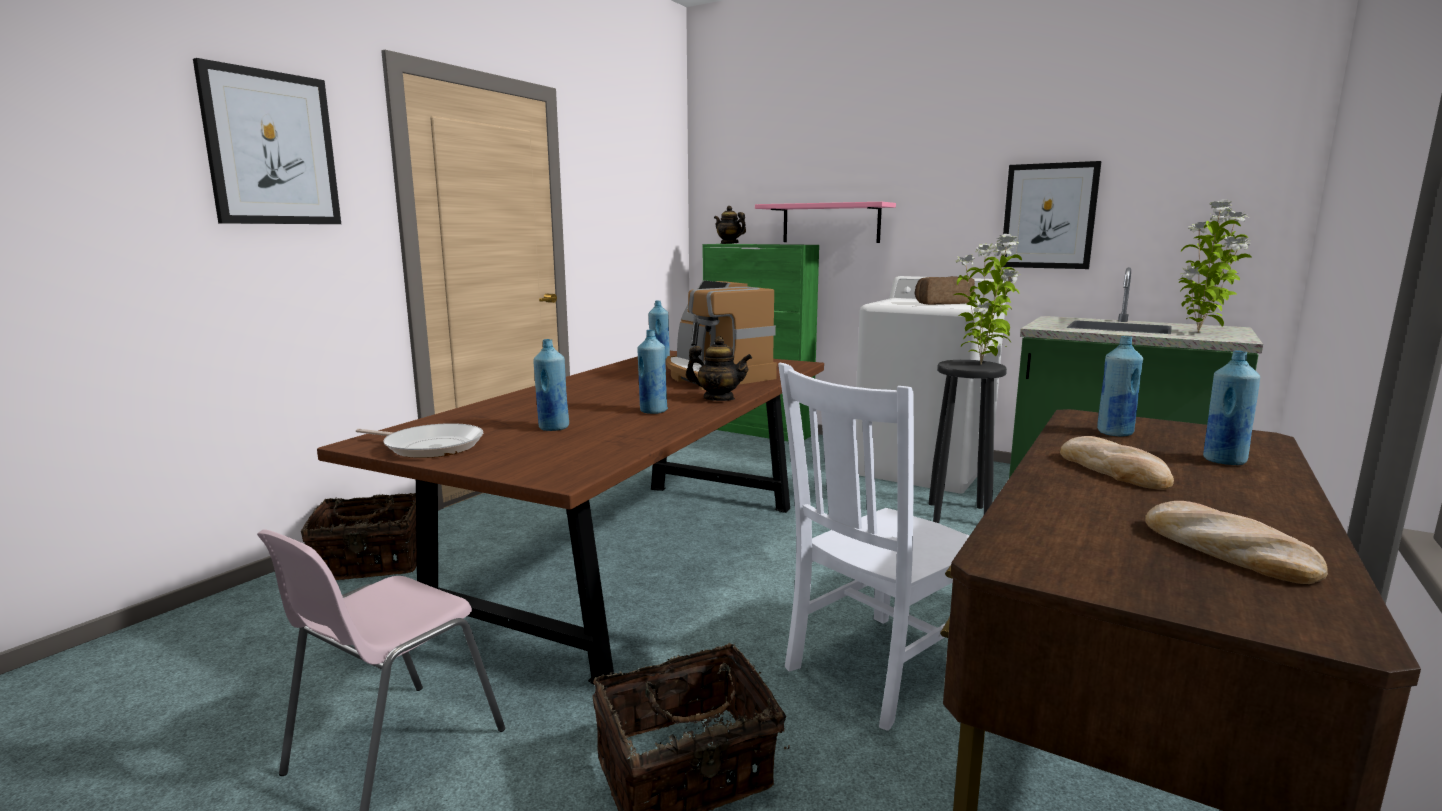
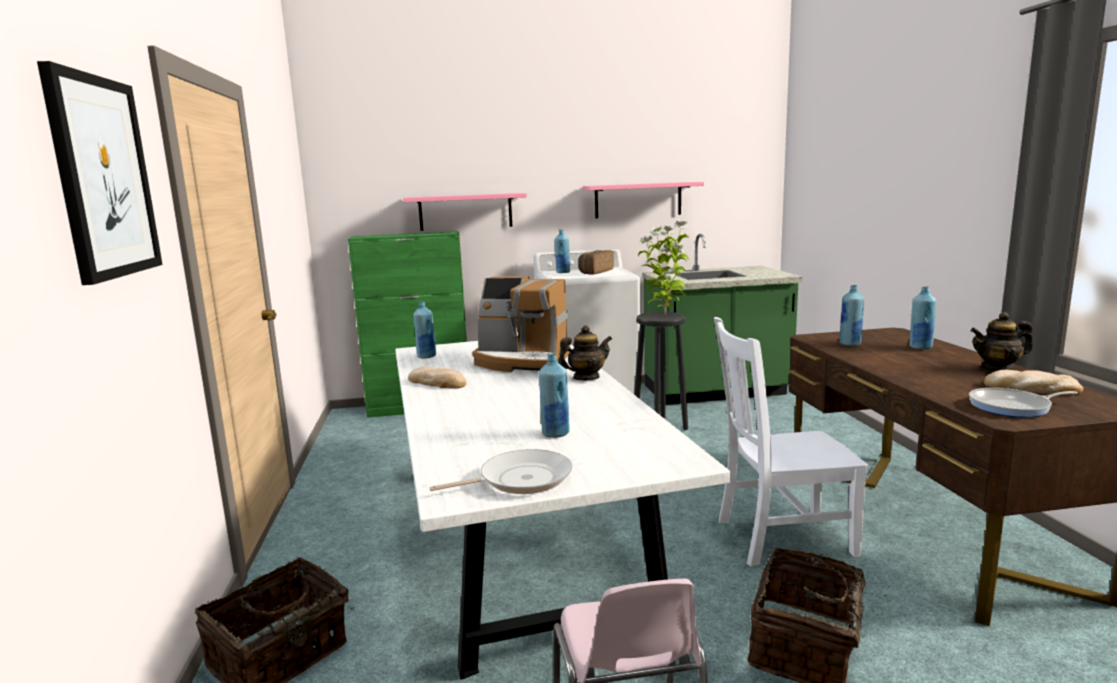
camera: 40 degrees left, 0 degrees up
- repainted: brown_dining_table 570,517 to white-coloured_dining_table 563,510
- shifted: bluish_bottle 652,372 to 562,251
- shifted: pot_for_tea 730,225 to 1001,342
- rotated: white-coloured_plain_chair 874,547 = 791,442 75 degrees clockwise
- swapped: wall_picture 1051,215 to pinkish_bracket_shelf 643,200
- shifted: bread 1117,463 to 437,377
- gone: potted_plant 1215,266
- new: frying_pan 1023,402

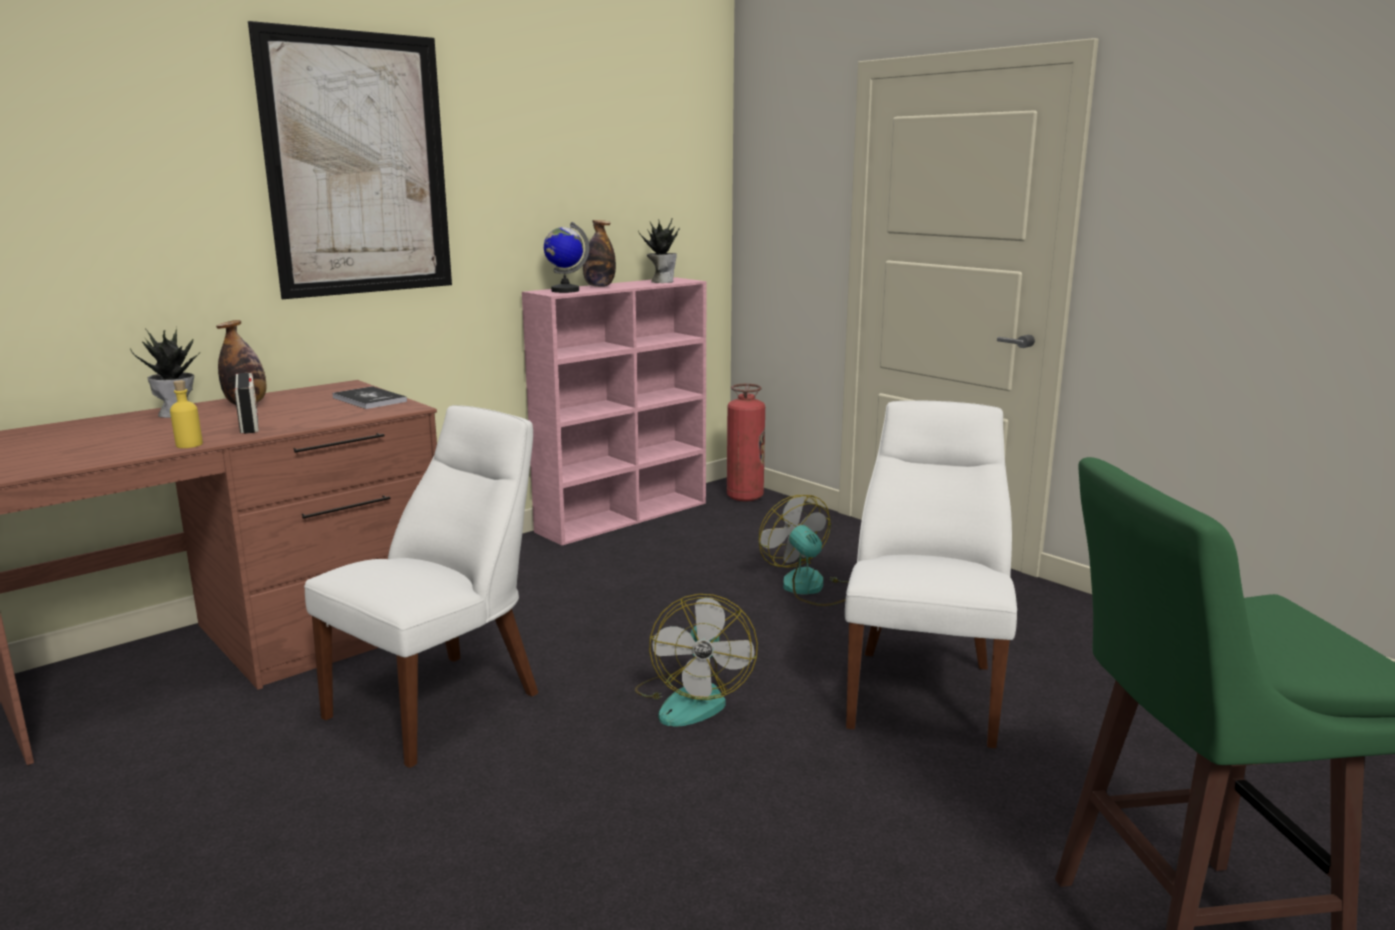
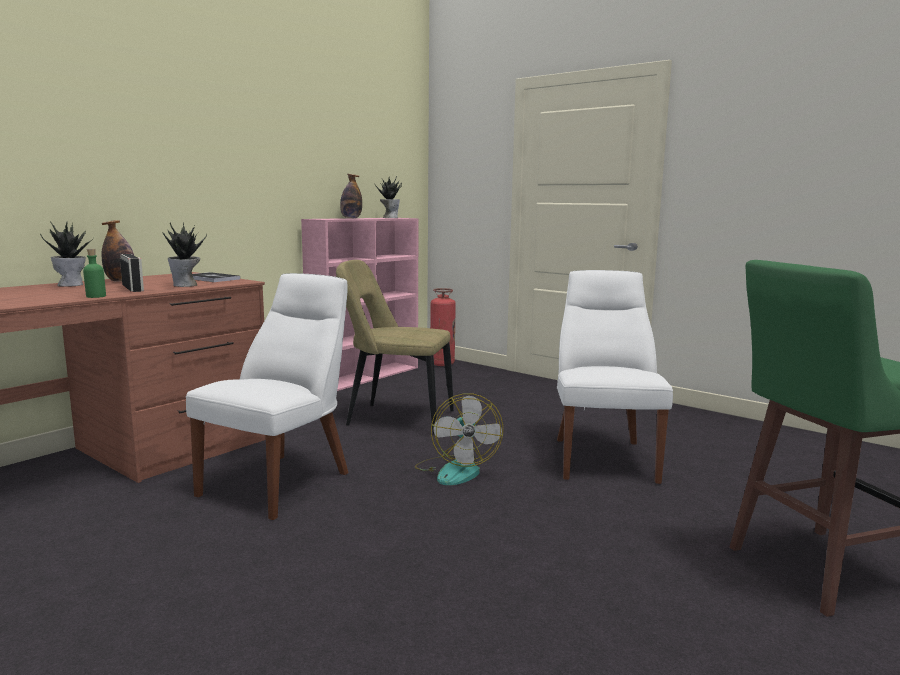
camera: 10 degrees left, 5 degrees down
- repainted: yellowish_bottle 186,414 to green_bottle 94,273
- gone: wall_picture 350,160
- gone: world_globe 566,257
- gone: cooling_fan 804,550
- new: potted_plant 185,255
- new: beige-coloured_plain_chair 395,347

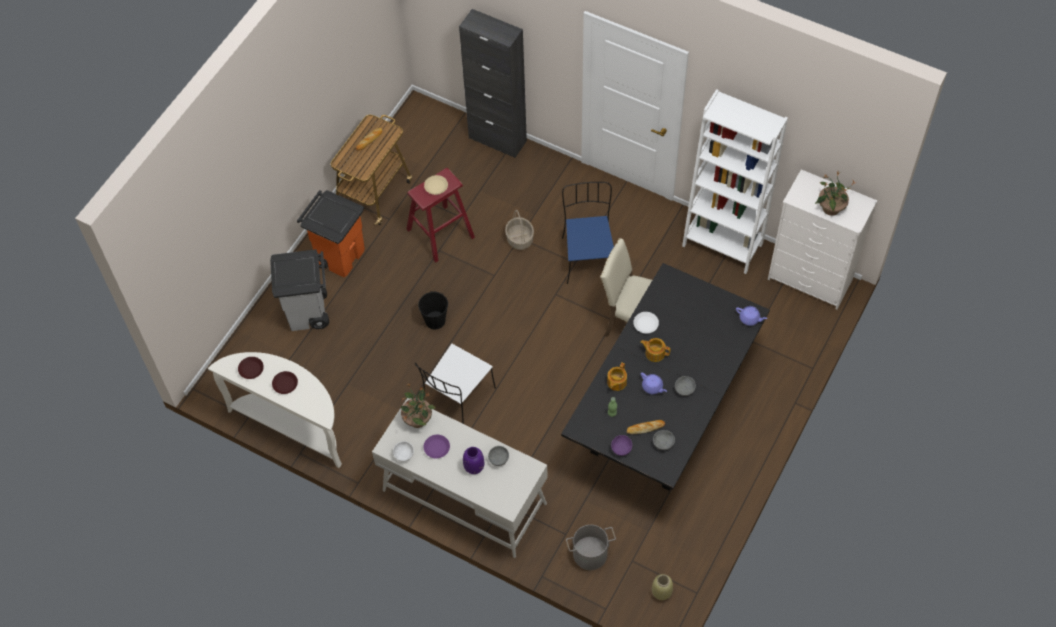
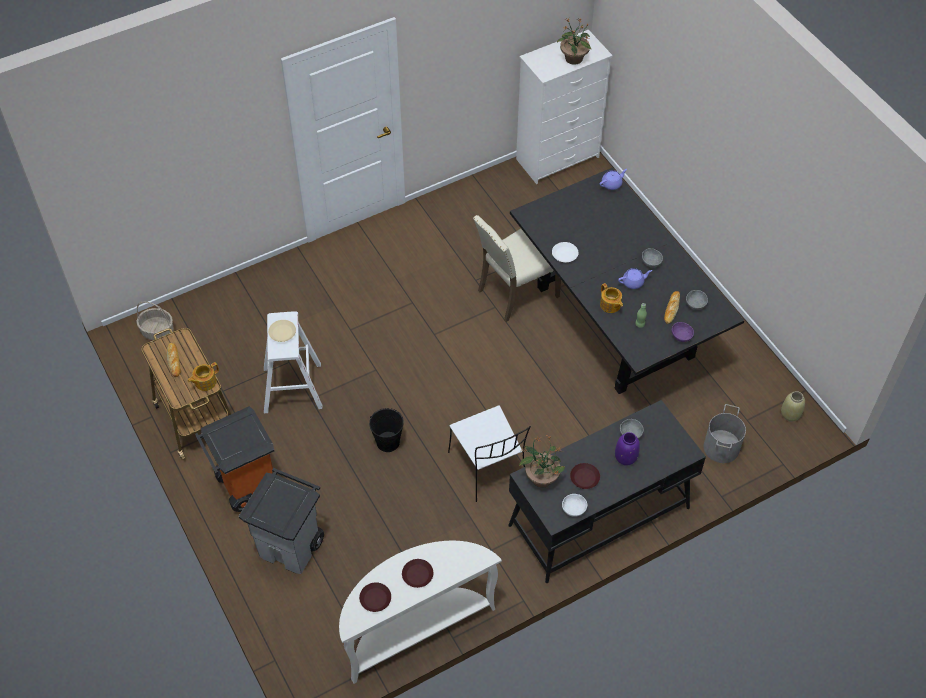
camera: 60 degrees left, 5 degrees down
- repainted: white-coloured_desk_table 460,478 to black_desk_table 607,491
- repainted: red_stool_seat 440,215 to white-coloured_stool_seat 293,362
- repainted: purplish_plate 437,446 to brown_plate 585,476
- gone: black_cupboard 493,83
- shifted: storage_basket 519,229 to 155,321
- gone: bluish_plain_chair 588,233
- shifted: pot_for_tea 655,350 to 203,376
- gone: white-coloured_bookshelf 735,181

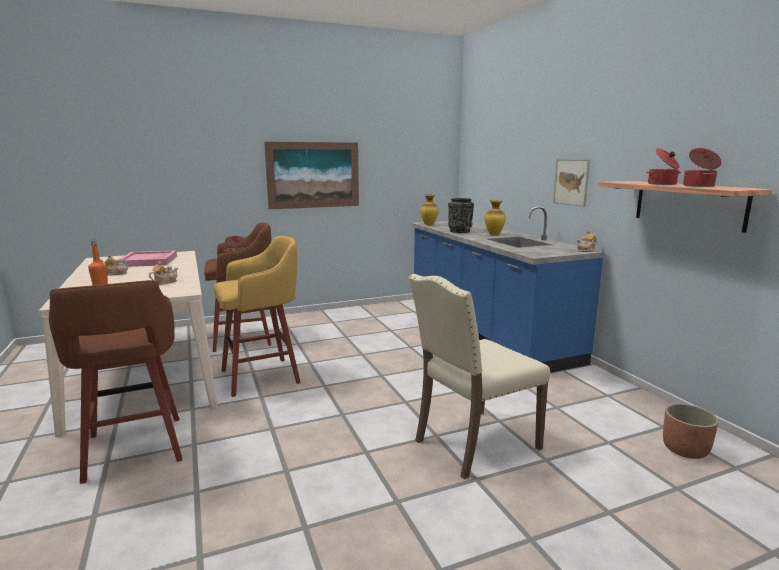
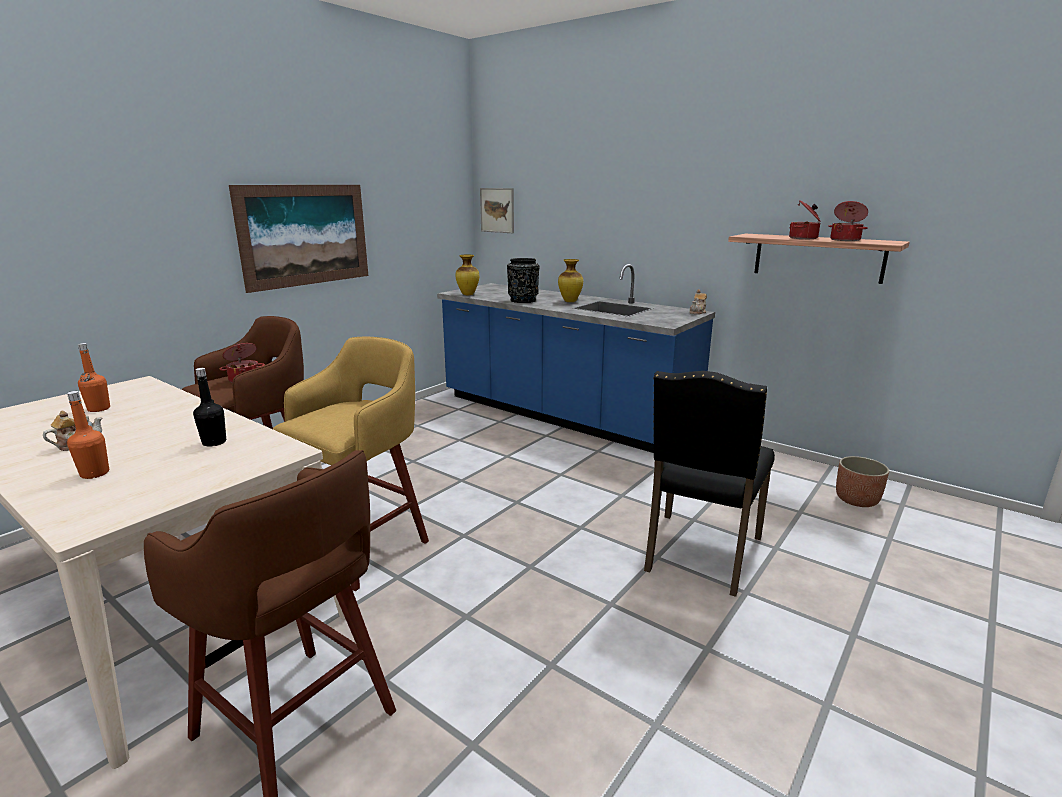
camera: 30 degrees left, 5 degrees up
- swapped: pinkish_tray 146,259 to orangey_bottle 94,377
- swapped: pot_for_tea 163,273 to black_bottle 209,407
- repainted: beige-coloured_plain_chair 479,376 to black_plain_chair 709,484
- shifted: wall_picture 571,183 to 497,210

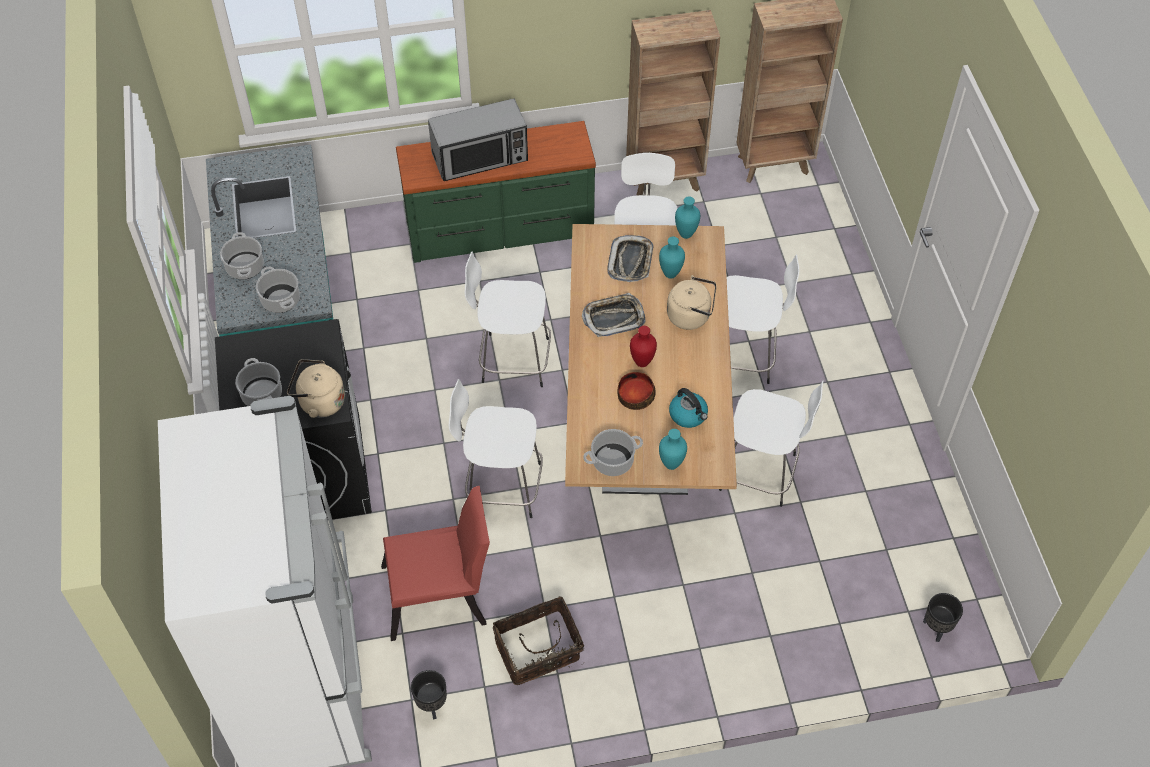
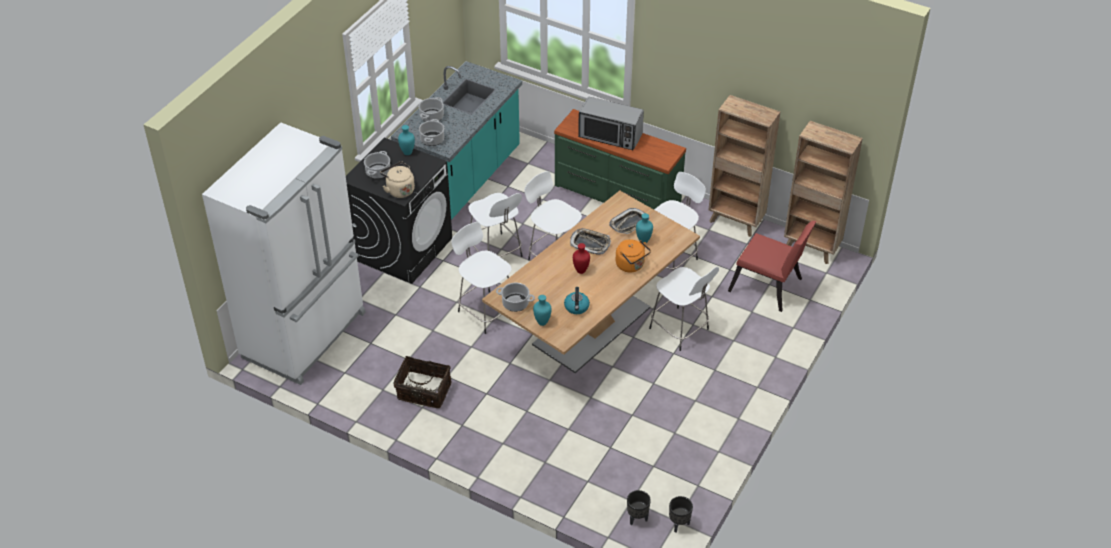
camera: 40 degrees right, 10 degrees down
- shifted: red_plain_chair 435,563 to 772,266
- shifted: black_plant_pot 429,695 to 681,514
- gone: bowl 636,391
- repainted: beige-coloured_water_kettle 692,302 to orangey_water_kettle 633,256
- shifted: turquoise-coloured_vase 687,217 to 406,140
- shifted: white-coloured_stool_seat 771,443 to 495,225

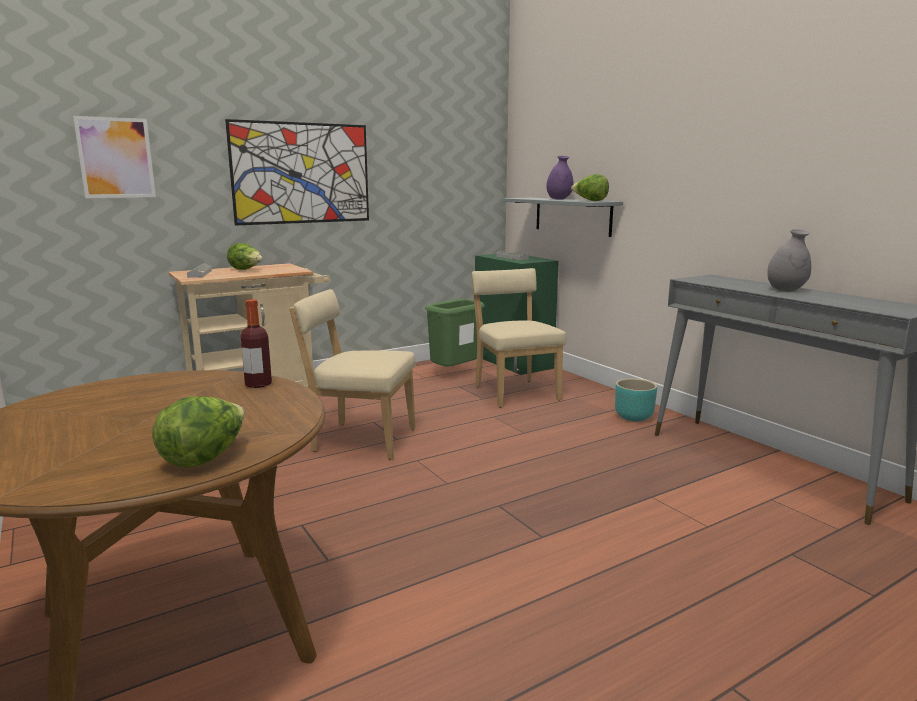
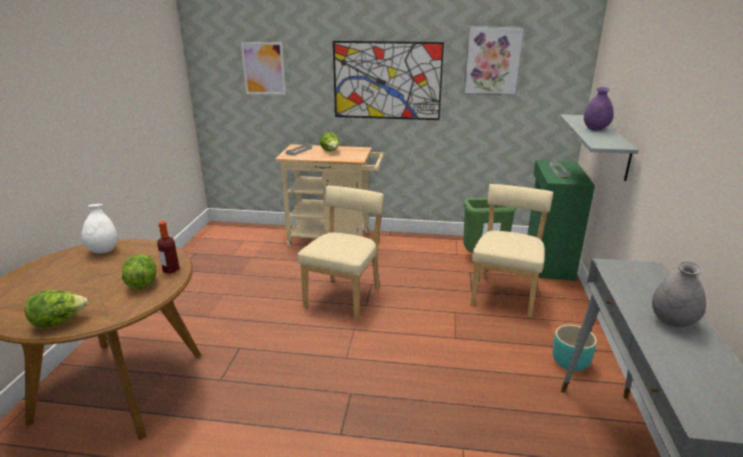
camera: 40 degrees right, 10 degrees up
- rotated: beige-coloured_plain_chair 352,374 = 341,253 60 degrees clockwise
- shifted: head_of_lettuce 590,187 to 139,272
- new: white-coloured_vase 99,228
- new: wall_picture 494,61

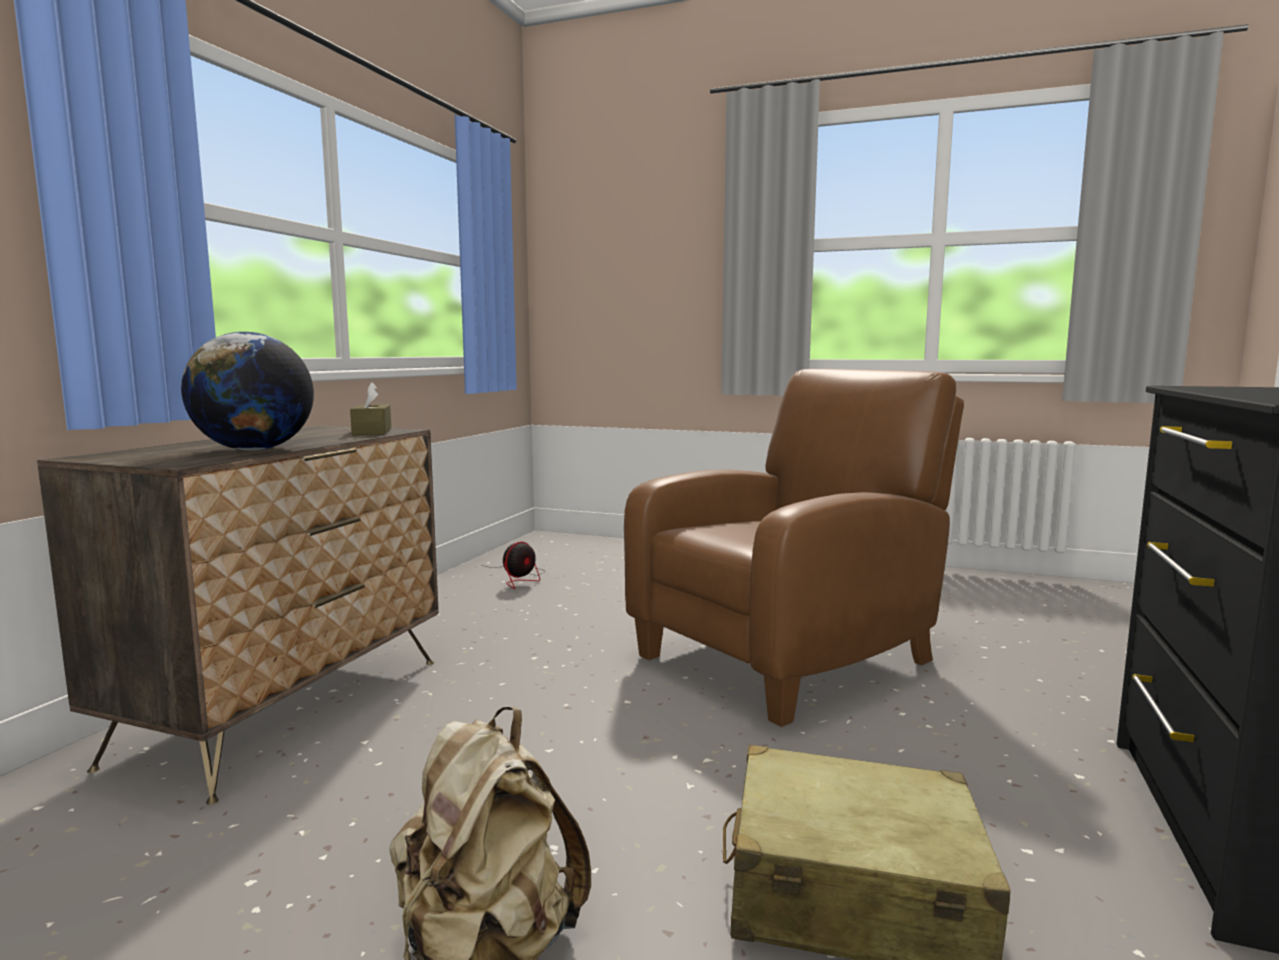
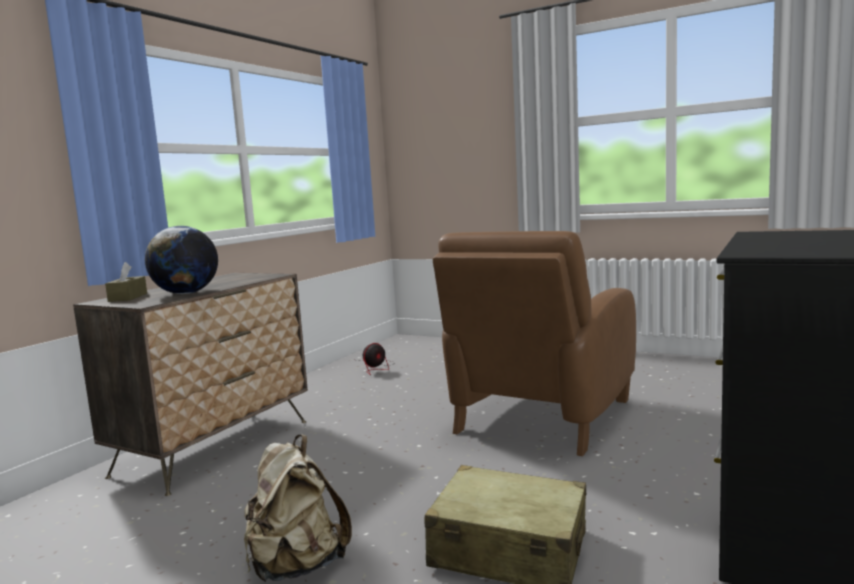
camera: 10 degrees right, 0 degrees up
- shifted: brown_tissue_box 370,408 to 126,282
- rotated: brown_armchair 794,548 = 534,343 150 degrees clockwise

